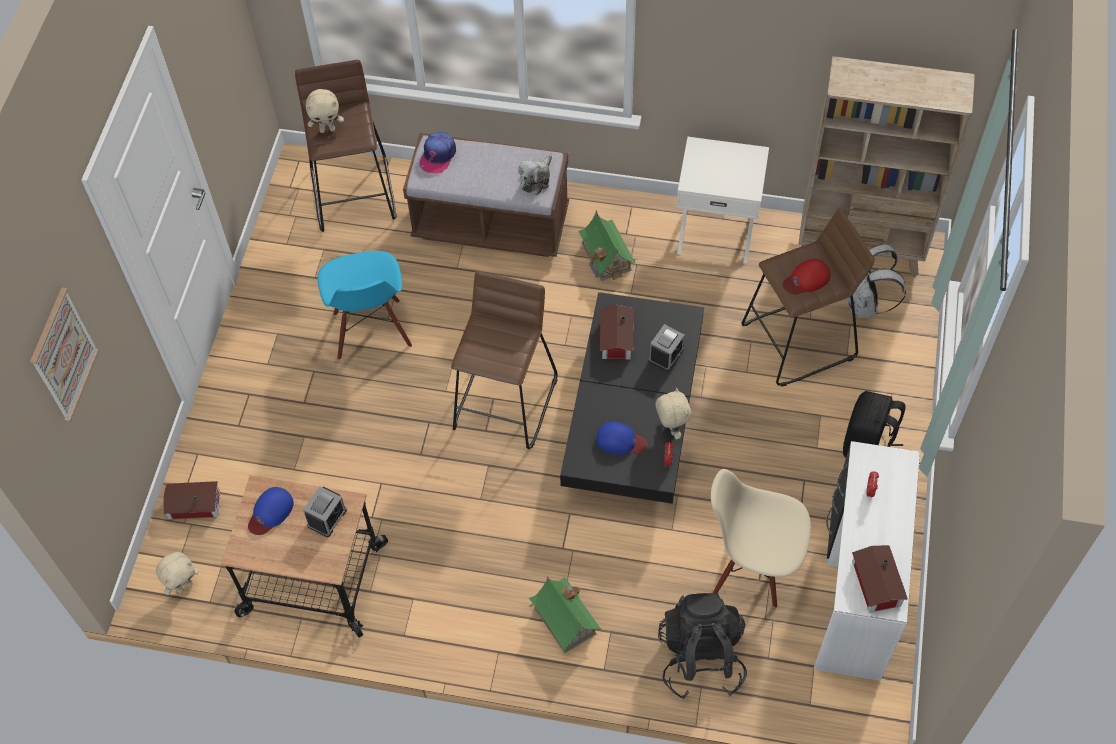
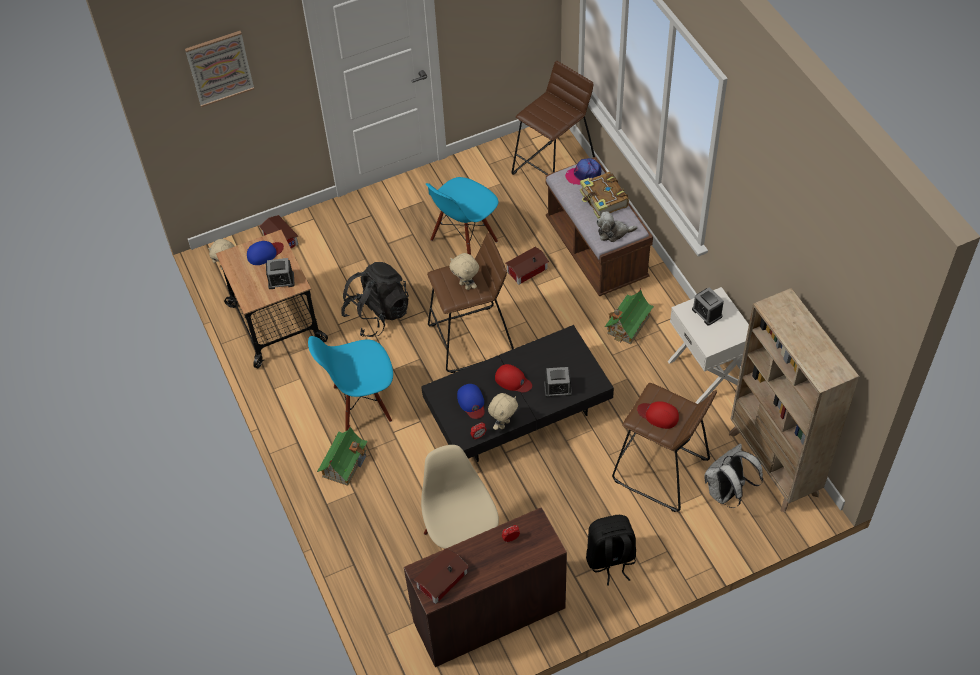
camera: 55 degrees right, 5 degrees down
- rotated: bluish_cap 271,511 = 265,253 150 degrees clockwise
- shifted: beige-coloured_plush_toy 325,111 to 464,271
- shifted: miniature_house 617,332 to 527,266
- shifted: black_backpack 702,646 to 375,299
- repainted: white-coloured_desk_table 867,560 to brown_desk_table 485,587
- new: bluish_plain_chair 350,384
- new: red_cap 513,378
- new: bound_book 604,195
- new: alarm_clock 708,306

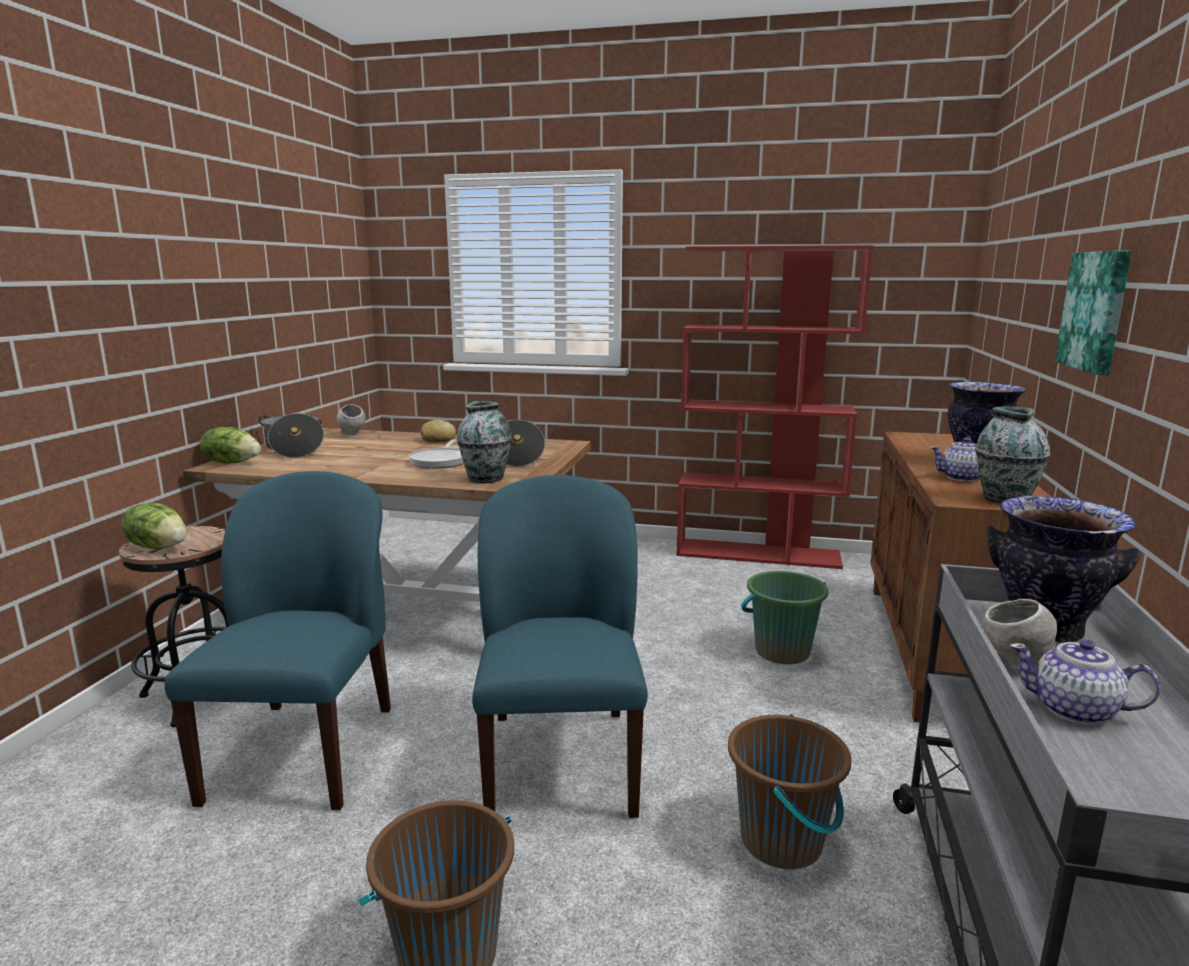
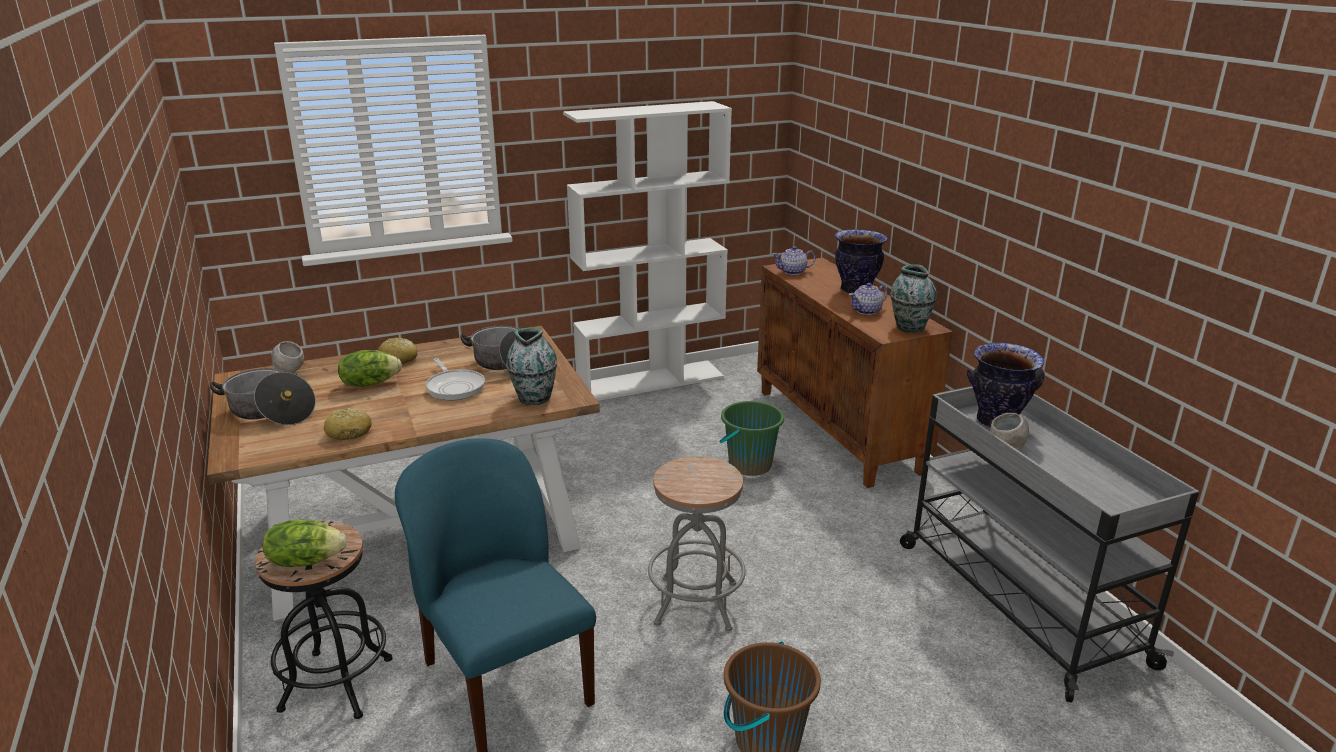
camera: 35 degrees left, 10 degrees up
- shifted: head_of_lettuce 230,445 to 370,368
- swapped: bluish_plain_chair 560,646 to grey_stool_seat 697,543
- repainted: red_bookshelf 774,407 to white-coloured_bookshelf 647,251
- gone: brown_pail 789,791
- shifted: pot_for_tea 1085,682 to 794,260
- gone: wall_picture 1093,312
- new: bread 347,424

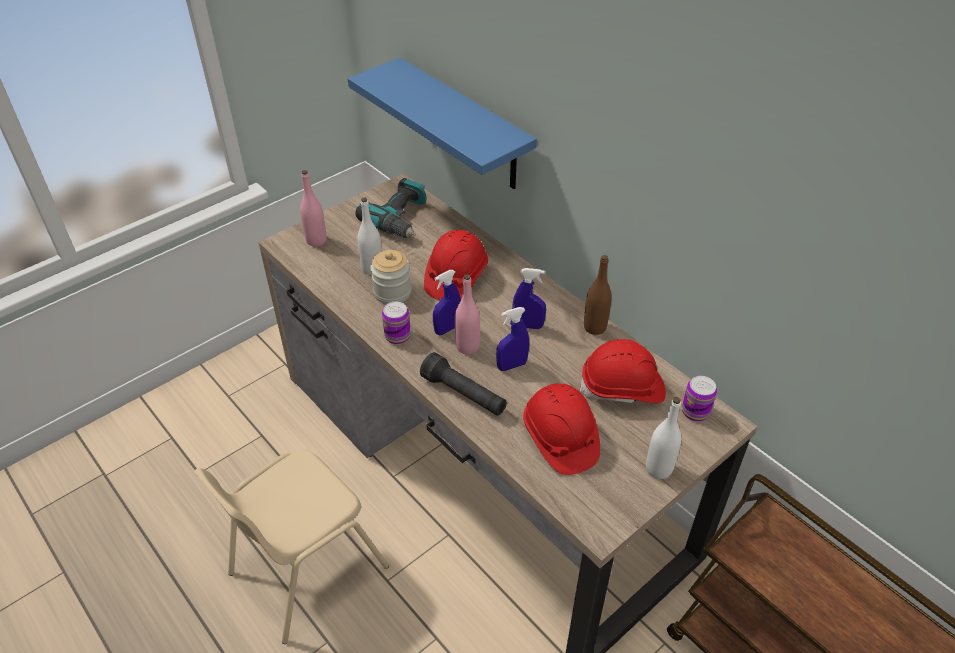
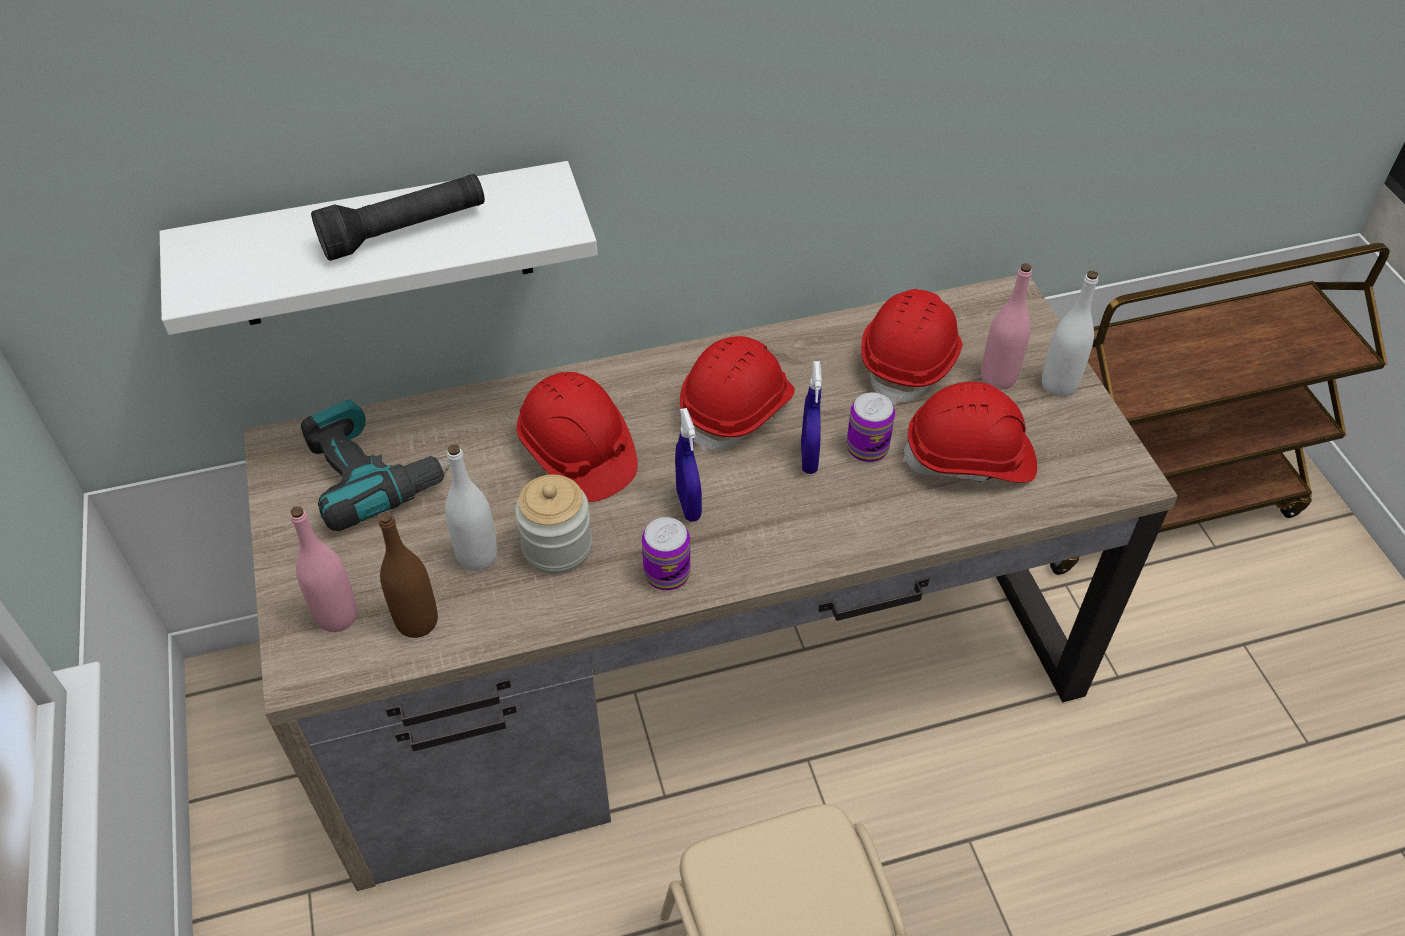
camera: 65 degrees left, 5 degrees up
- repainted: bluish_bracket_shelf 442,123 to white-coloured_bracket_shelf 379,248
- shifted: black_torch 463,383 to 398,217
- shifted: pinkish_bottle 467,314 to 1006,326
- swapped: bluish_sprayer 529,298 to red_hard_hat 737,394
- shifted: brown_bottle 598,295 to 408,575
- shifted: can 699,398 to 871,427

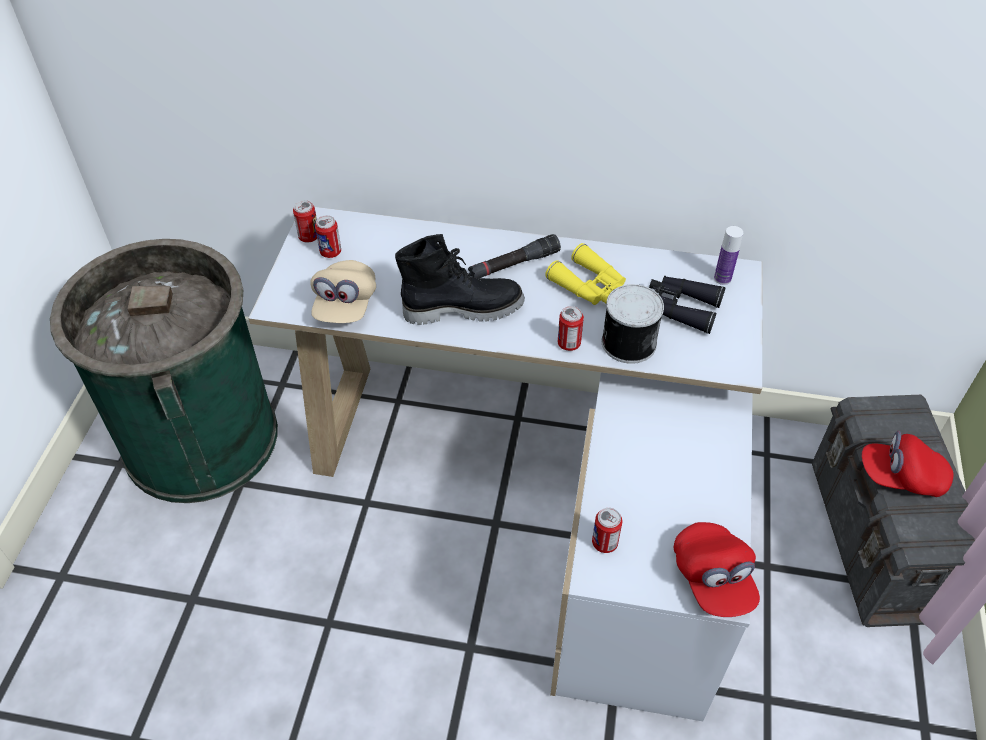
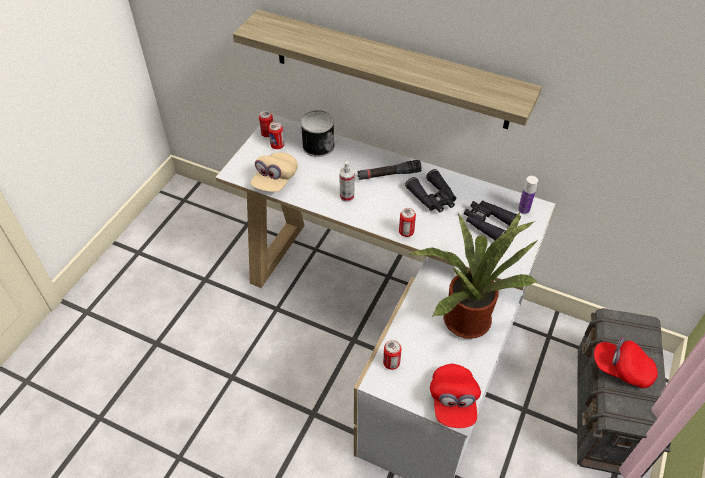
camera: 15 degrees right, 0 degrees up
- gone: green_rubbish_bin 164,371
- swapped: black_tall_boot 460,279 to sprayer 346,181
- repainted: yellowish_pair_of_binoculars 585,274 to black_pair_of_binoculars 430,190
- shifted: can 633,324 to 318,133
- new: bracket_shelf 387,69
- new: potted_plant 474,275

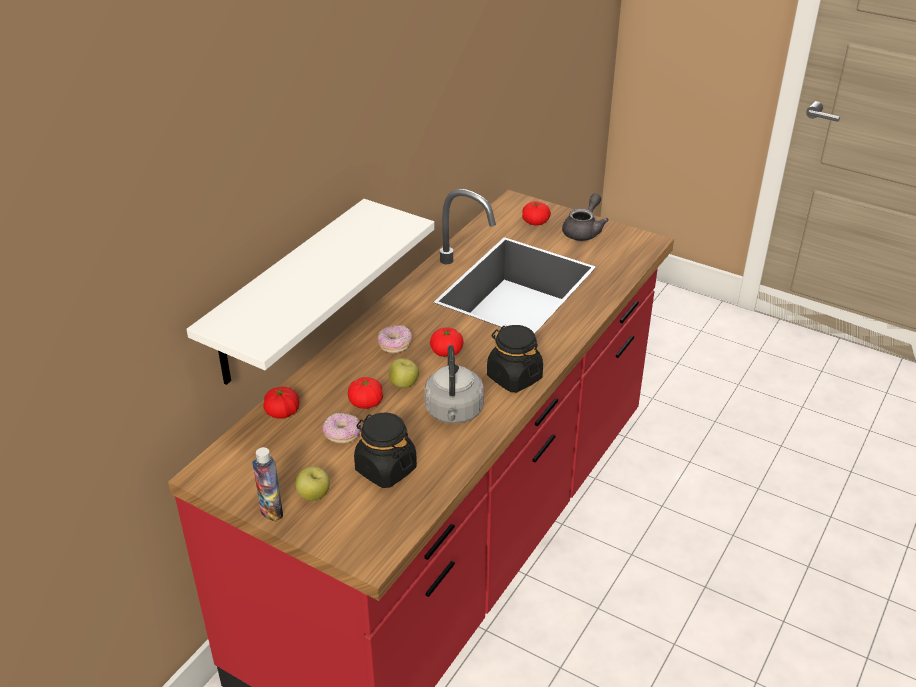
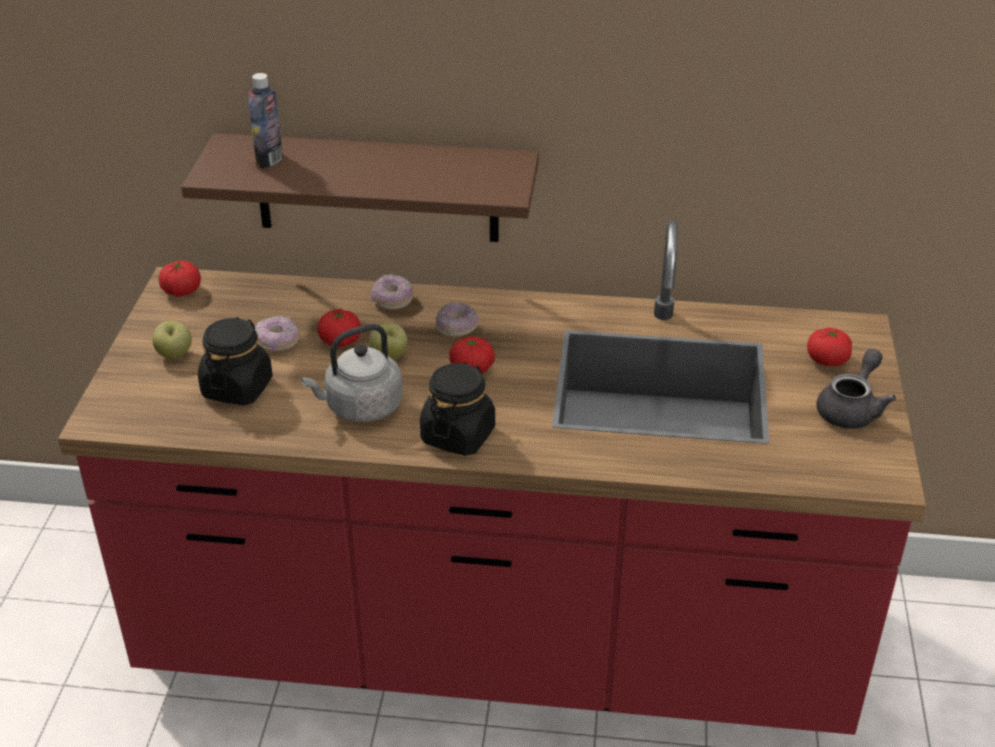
camera: 65 degrees right, 0 degrees up
- repainted: white-coloured_bracket_shelf 310,292 to brown_bracket_shelf 360,187
- shifted: bottle 267,484 to 265,120
- shifted: whole_tomato 281,403 to 180,278
- rotated: grey_pot_for_tea 585,217 = 856,389 60 degrees counterclockwise
- new: doughnut 392,291

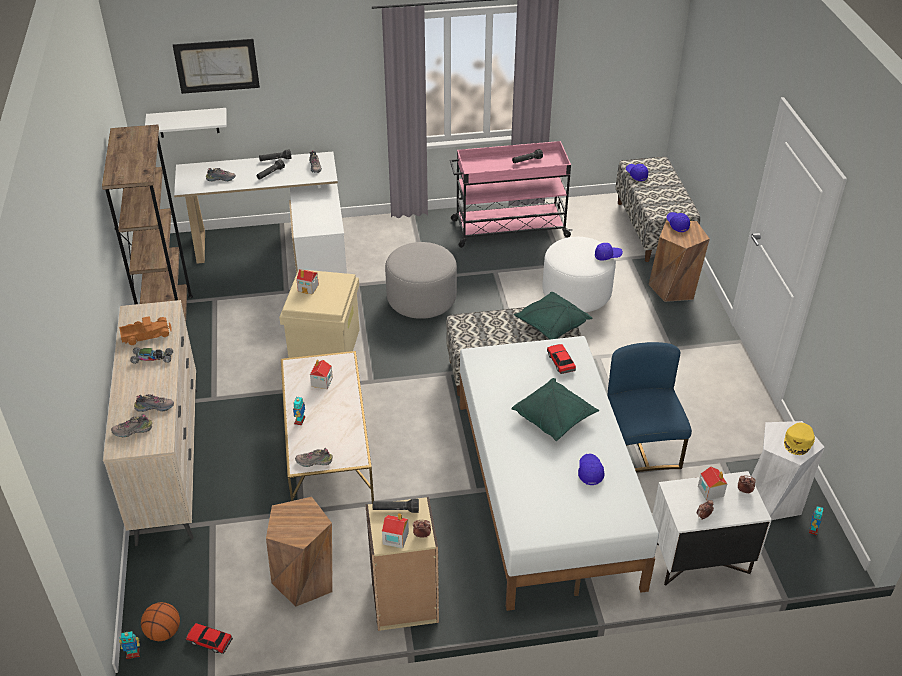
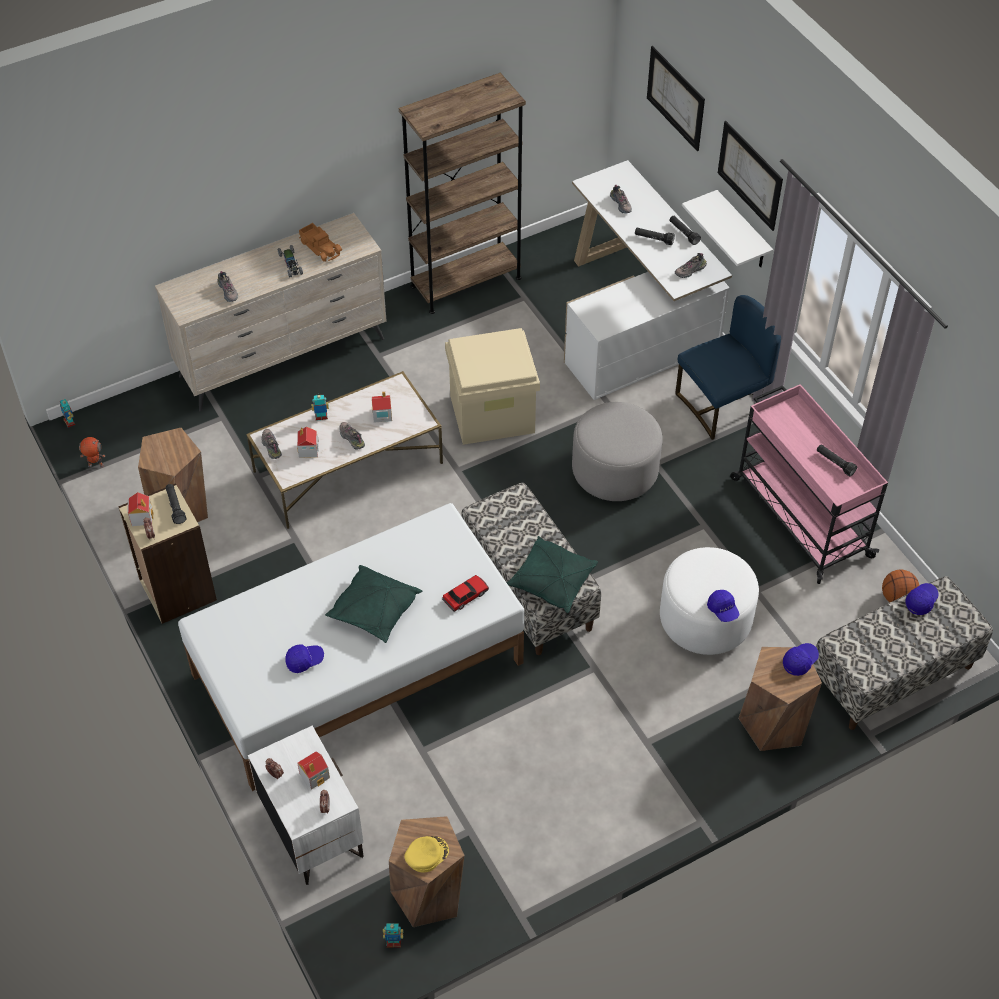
camera: 70 degrees right, 10 degrees up
- shifted: item_of_footwear 131,425 to 352,436
- shifted: basketball 160,621 to 900,586
- shifted: white-coloured_bracket_shelf 186,123 to 727,228
- swapped: toy_car 209,638 to model_robot 92,452
- shifted: miniature_house 307,282 to 308,442
- shifted: bluish_plain_chair 649,407 to 728,367
- repainted: white-coloured_stool_seat 788,470 to brown_stool_seat 427,871
- rotated: yellowish_cap 799,438 = 426,854 135 degrees clockwise
- new: wall_picture 750,176

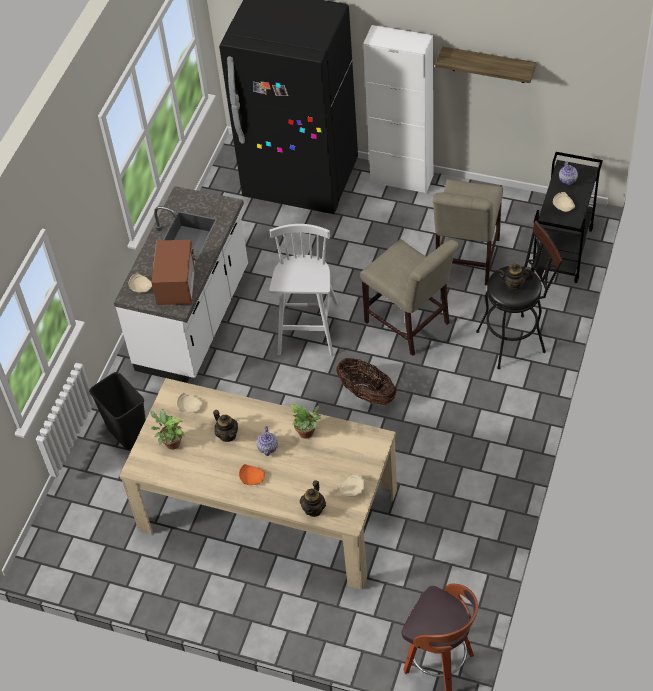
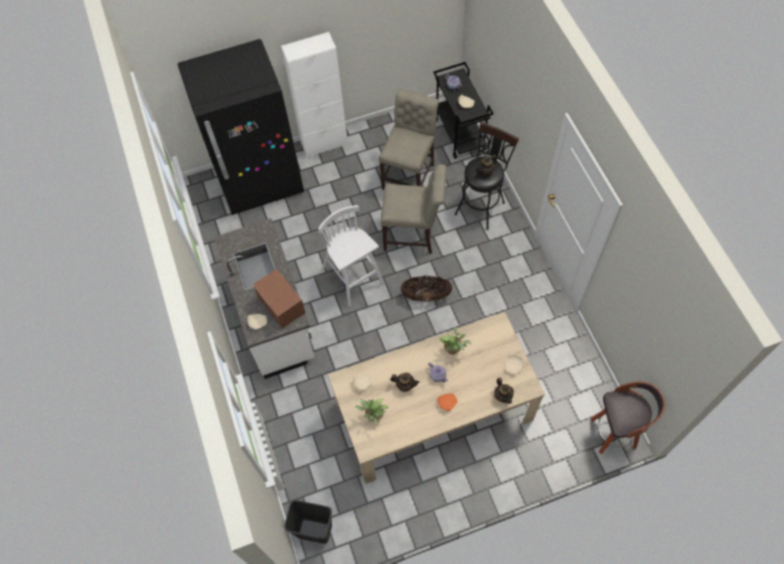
camera: 40 degrees left, 10 degrees up
- shifted: black_rubbish_bin 117,410 to 308,522
- rotated: beige-coloured_plain_chair 467,232 = 409,139 135 degrees counterclockwise
- gone: bracket_shelf 486,64

